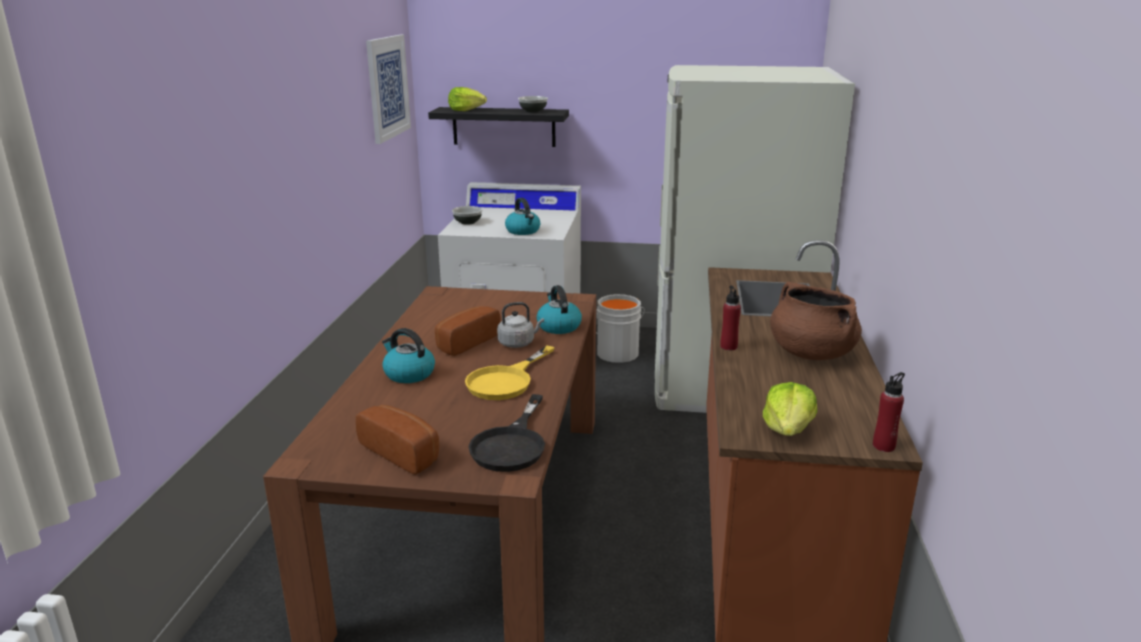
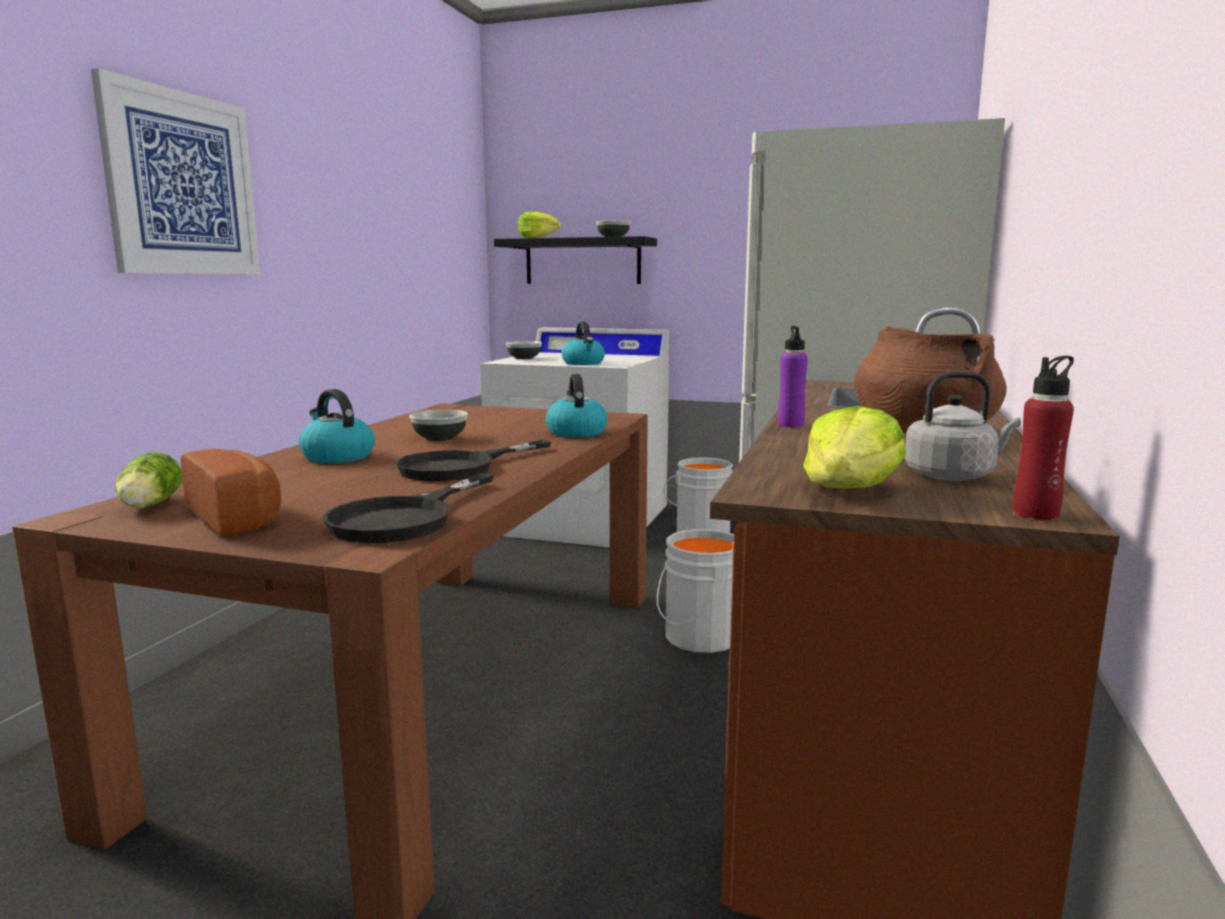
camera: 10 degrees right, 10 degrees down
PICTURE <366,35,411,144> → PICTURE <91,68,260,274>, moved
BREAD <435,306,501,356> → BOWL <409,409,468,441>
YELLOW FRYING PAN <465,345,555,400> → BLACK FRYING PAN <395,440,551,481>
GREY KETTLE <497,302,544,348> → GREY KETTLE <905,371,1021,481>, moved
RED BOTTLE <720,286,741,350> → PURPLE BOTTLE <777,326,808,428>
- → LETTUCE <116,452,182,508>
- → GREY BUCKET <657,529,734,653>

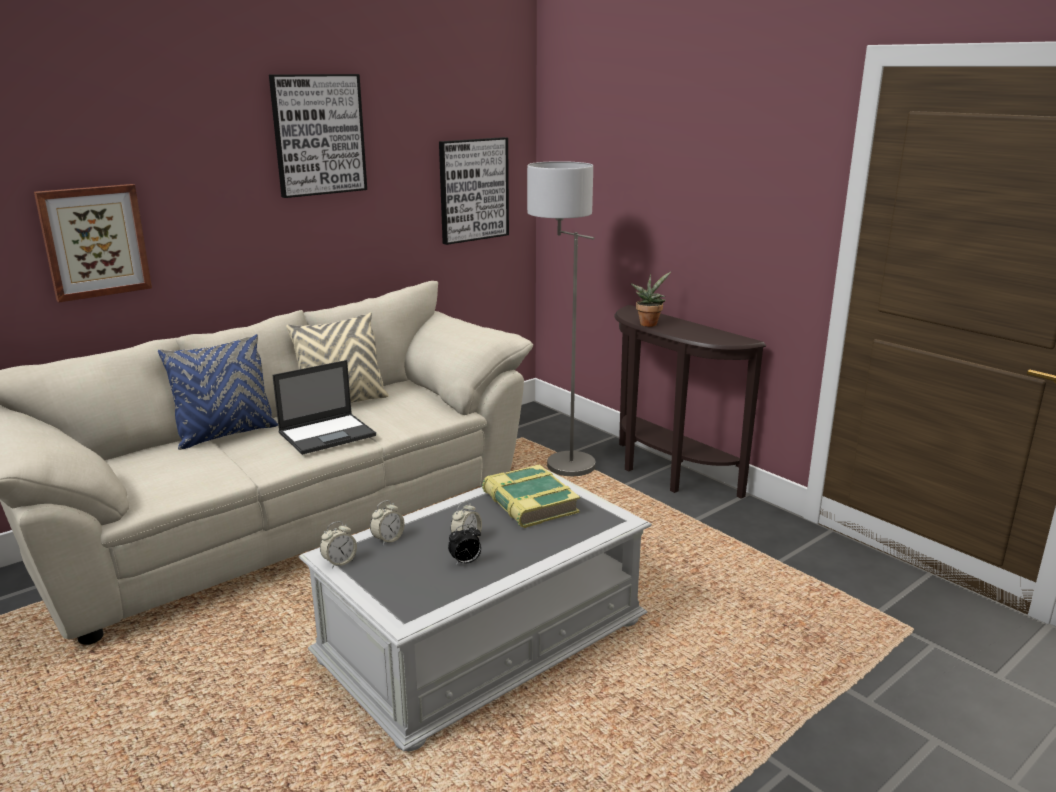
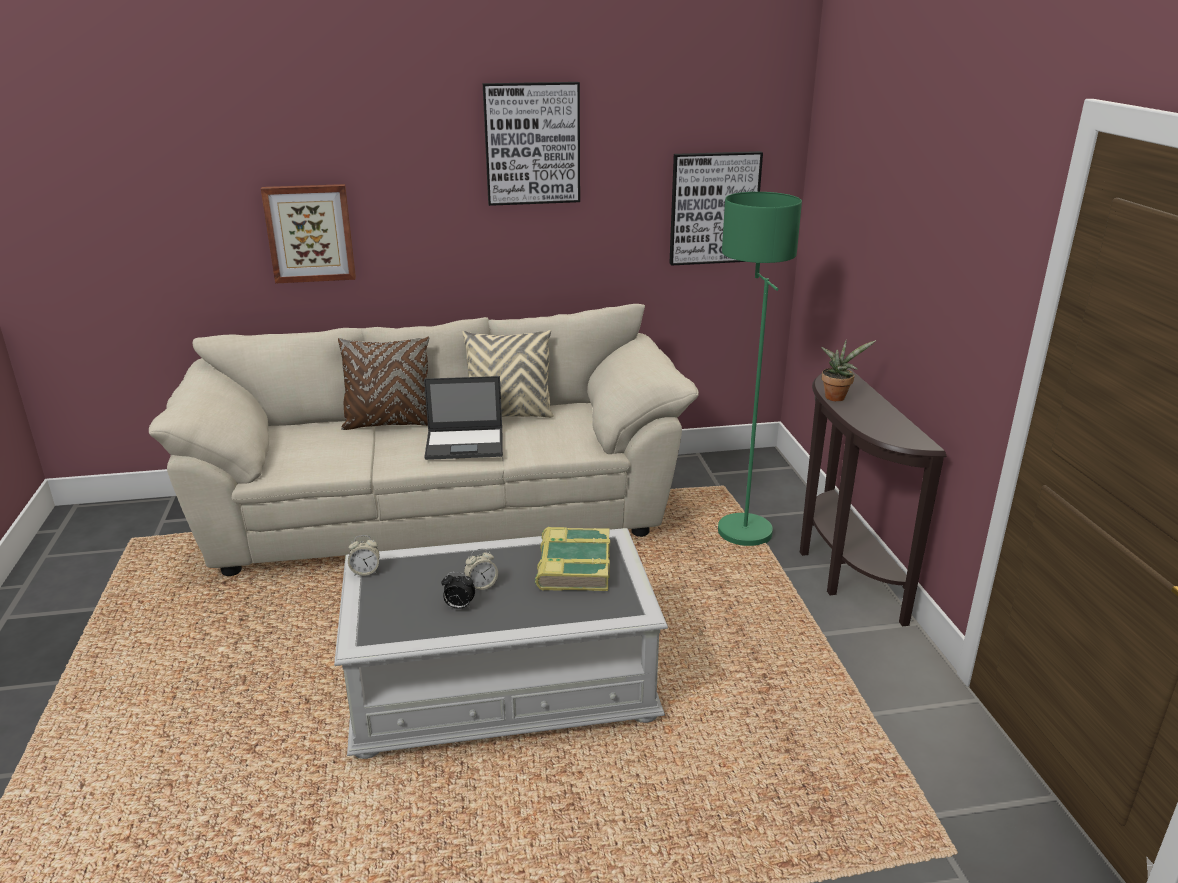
camera: 30 degrees right, 5 degrees up
BLUE PILLOW <158,334,278,450> → BROWN PILLOW <338,337,429,430>
ALARM CLOCK <370,500,405,545> → -
GREY FLOOR LAMP <527,161,596,476> → GREEN FLOOR LAMP <718,192,802,546>

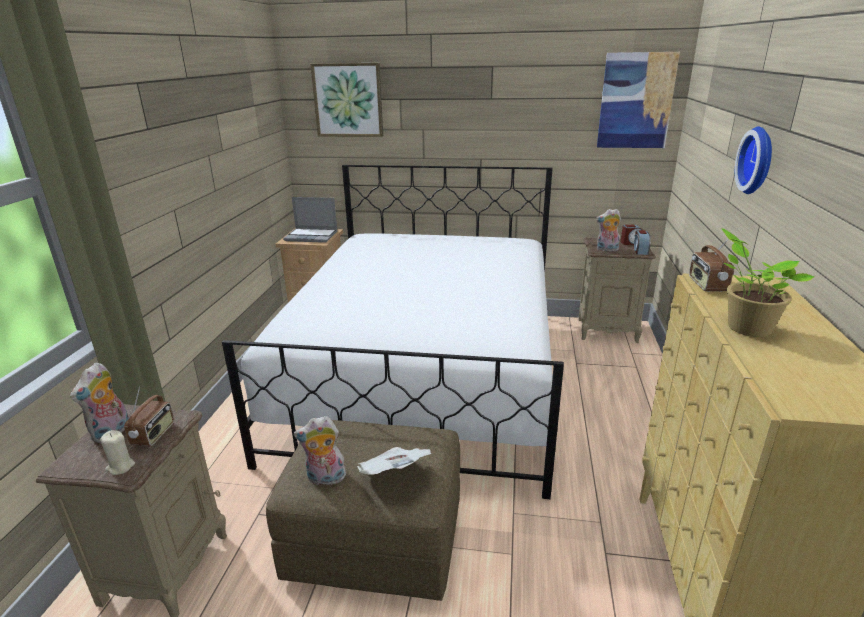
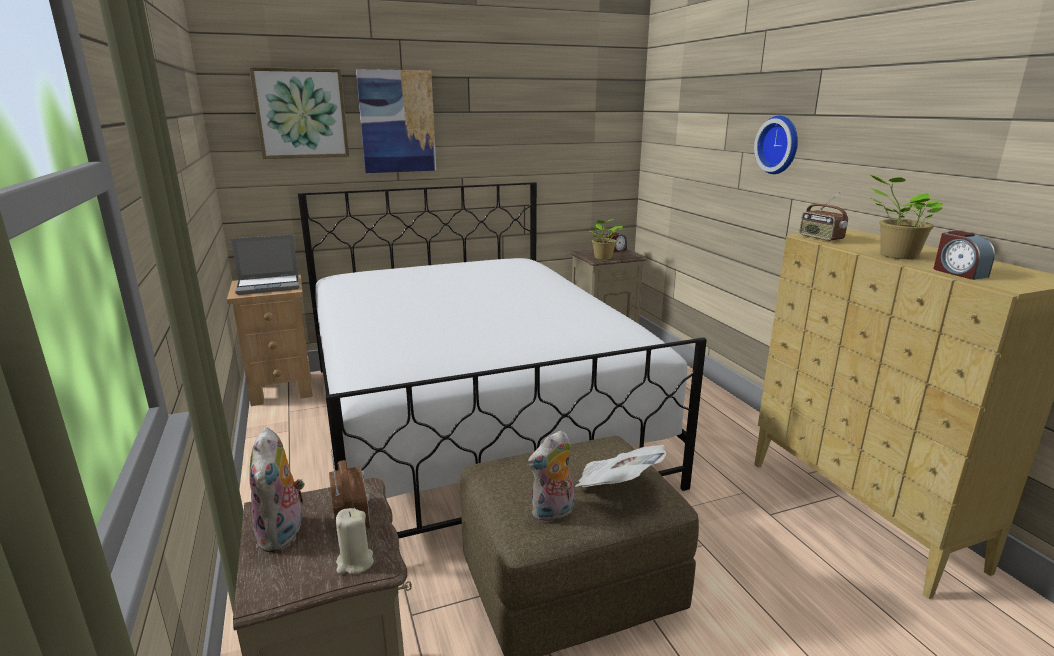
camera: 30 degrees left, 5 degrees down
PLUSH TOY <596,209,621,252> → POTTED PLANT <590,218,624,260>
PICTURE <597,52,680,148> → PICTURE <356,69,436,173>, moved
ALARM CLOCK <633,230,651,255> → ALARM CLOCK <934,231,995,280>, moved

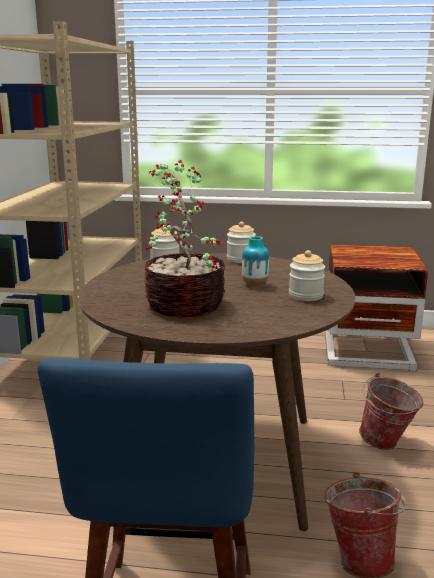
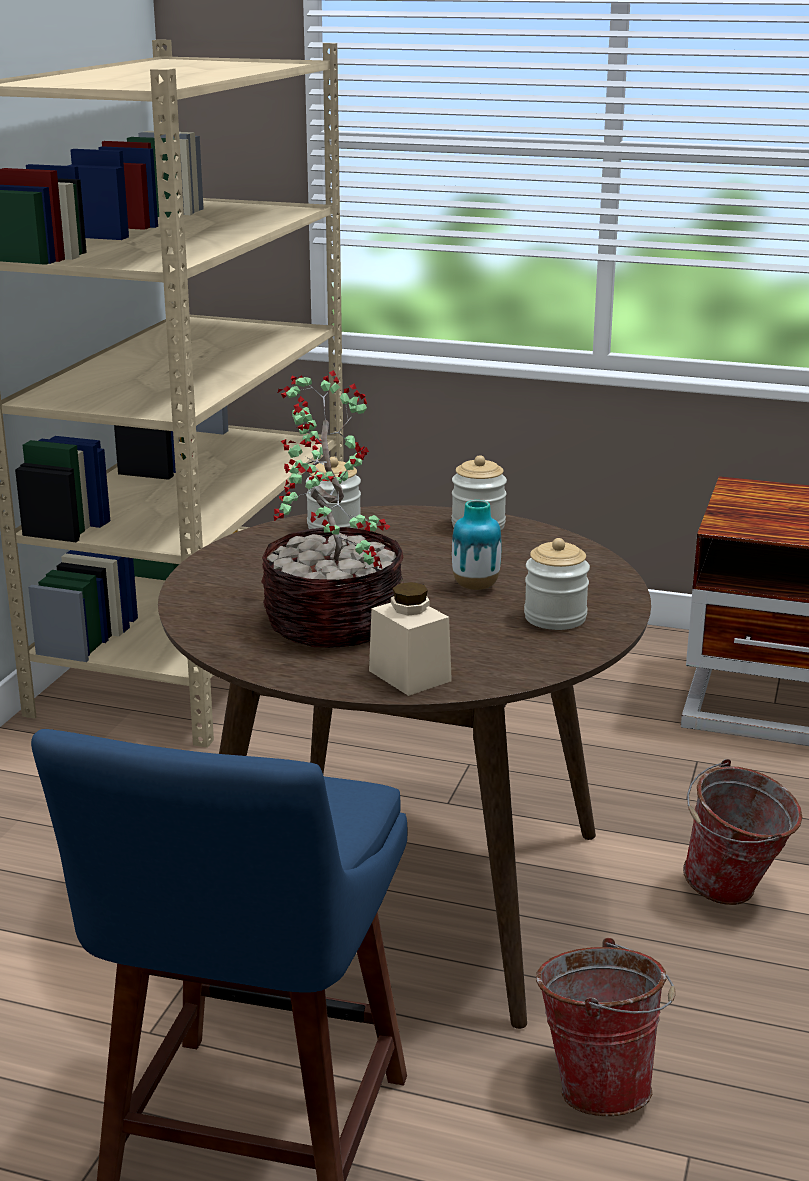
camera: 10 degrees right, 5 degrees up
- → BEIGE JAR <369,582,452,696>

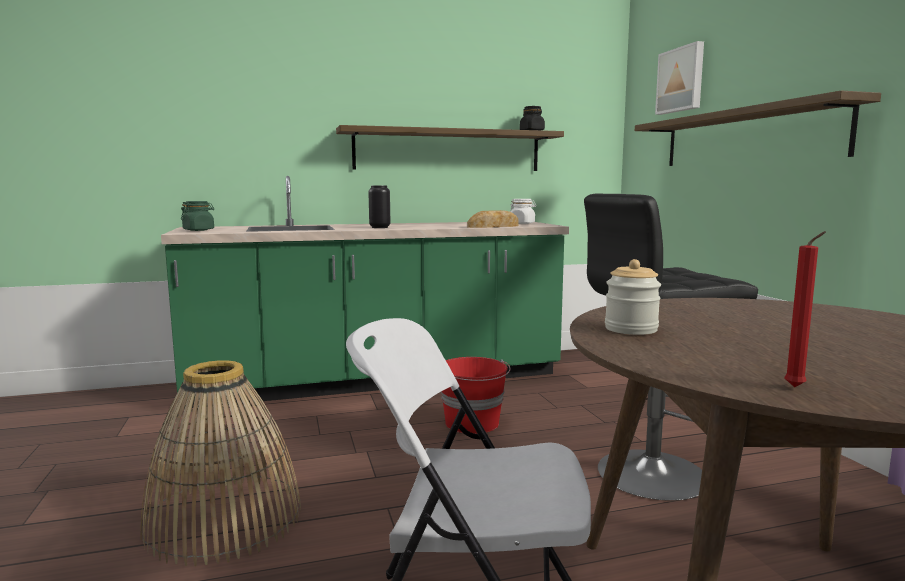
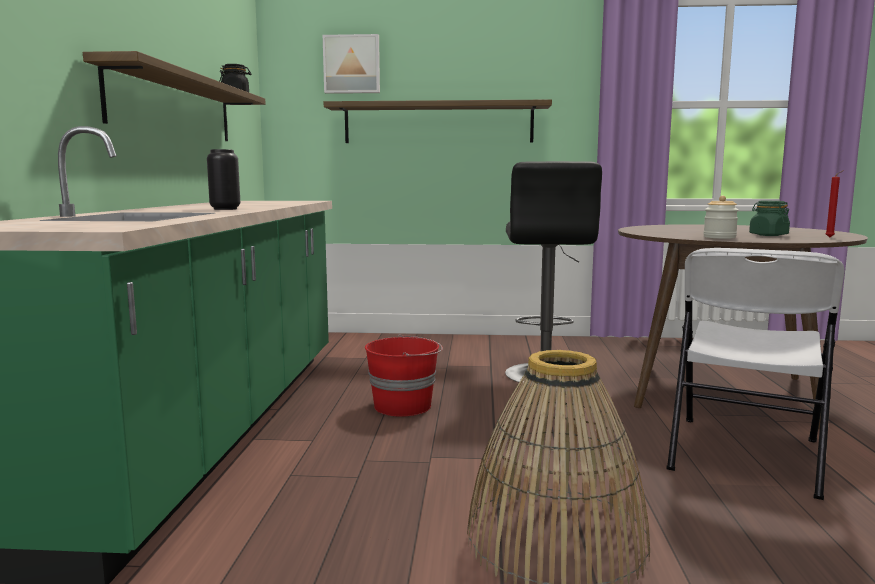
camera: 70 degrees left, 0 degrees up
GREEN JAR <181,201,214,231> → GREEN JAR <749,201,790,236>, moved
BREAD <467,210,519,228> → -
WHITE JAR <510,199,536,224> → -

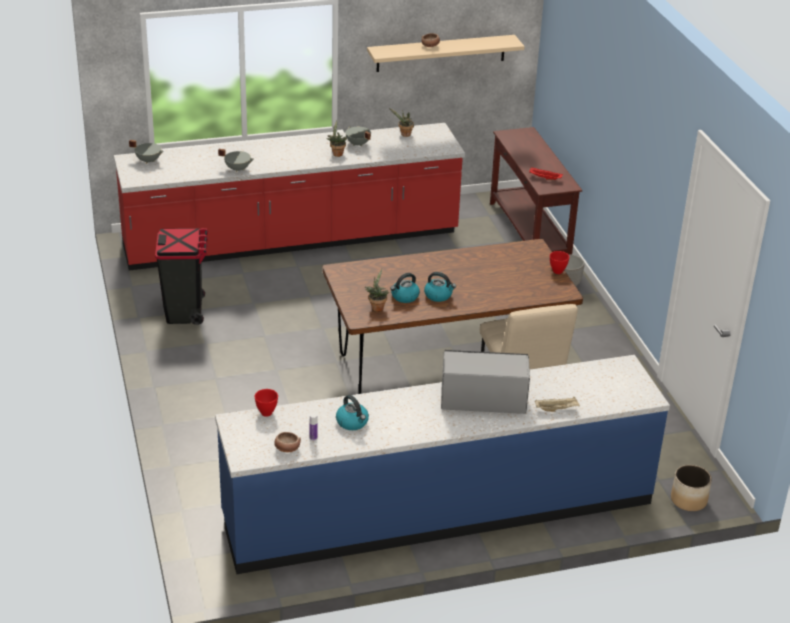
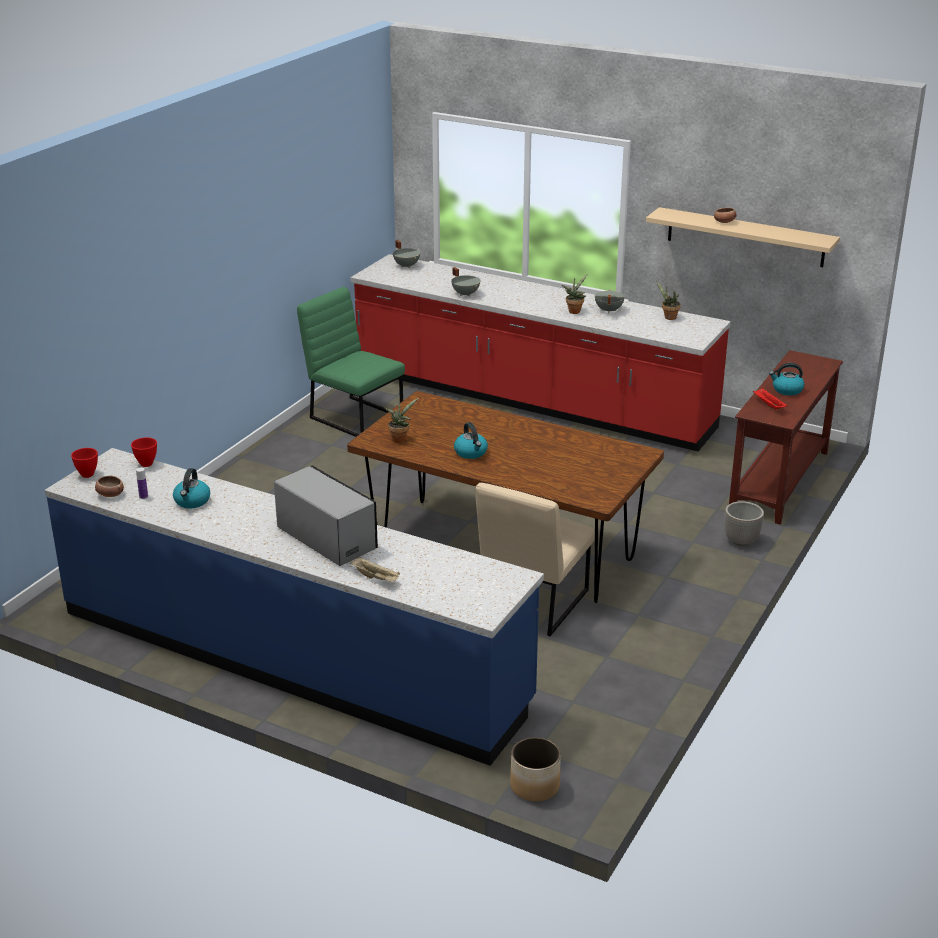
camera: 45 degrees right, 5 degrees down
BLACK TRASH CAN <155,228,208,325> → GREEN CHAIR <297,287,405,437>
KETTLE <391,273,420,303> → KETTLE <769,363,804,395>, moved
RED BOWL <550,251,570,274> → RED BOWL <71,448,98,478>, moved

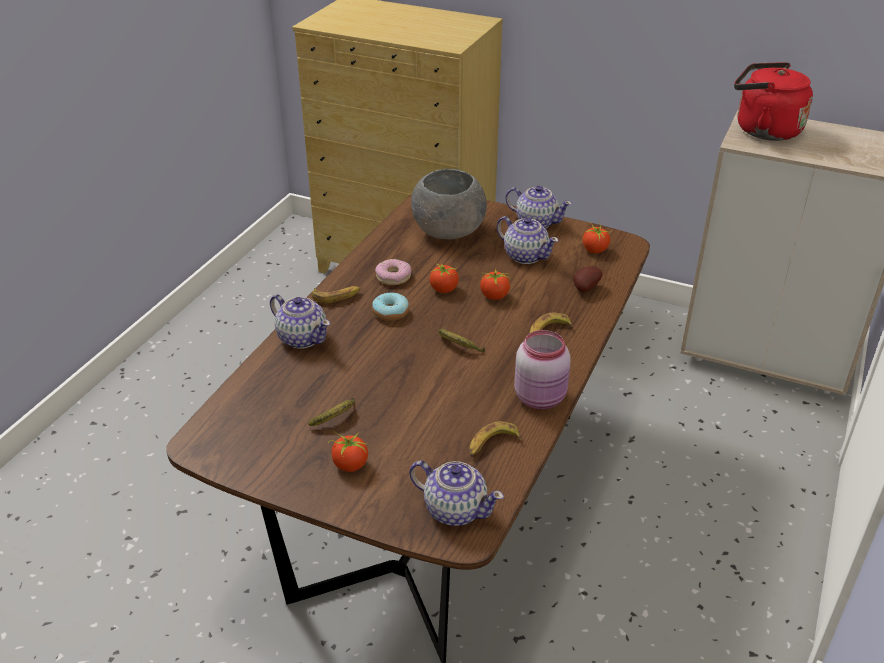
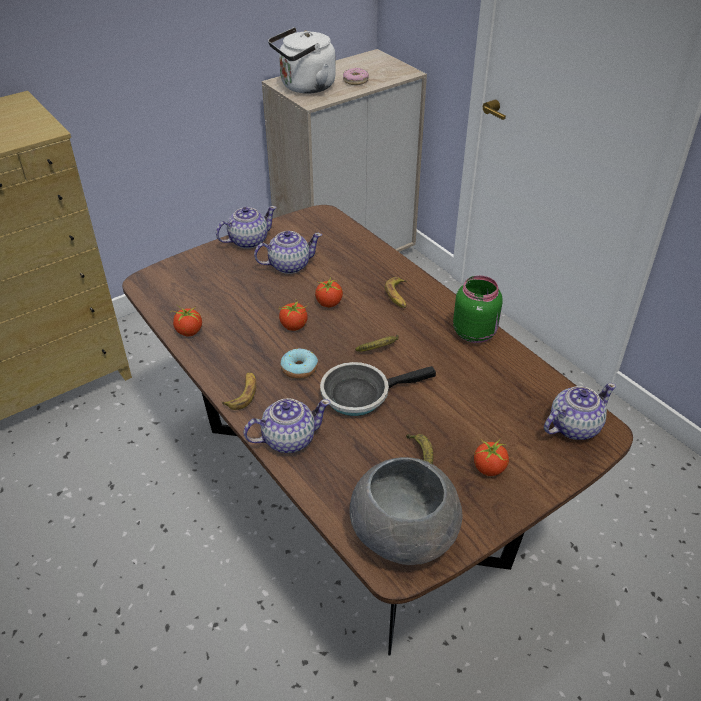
camera: 60 degrees left, 5 degrees up
DONUT <375,259,411,285> → DONUT <343,68,369,85>, moved
GREY BOWL <411,169,487,240> → GREY BOWL <349,457,463,565>, moved
BANANA <469,421,521,456> → -
PINK JAR <514,330,571,409> → GREEN JAR <453,276,503,343>
POTATO <573,266,603,292> → -
TOMATO <583,221,610,253> → TOMATO <170,304,202,336>, moved
RED KETTLE <734,62,813,141> → WHITE KETTLE <268,27,336,94>
- → FRYING PAN <320,362,436,416>

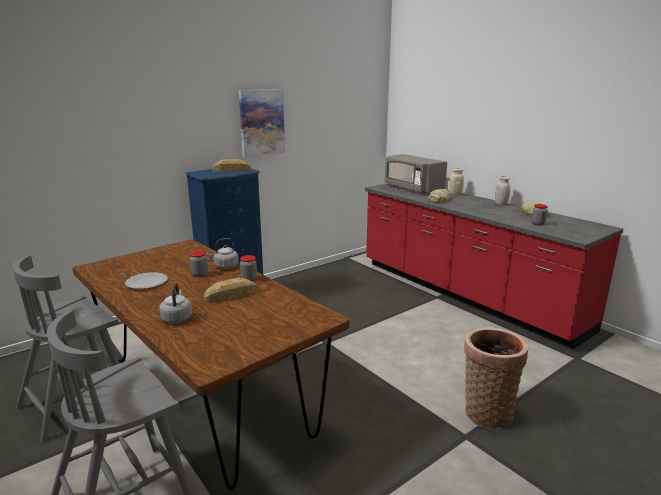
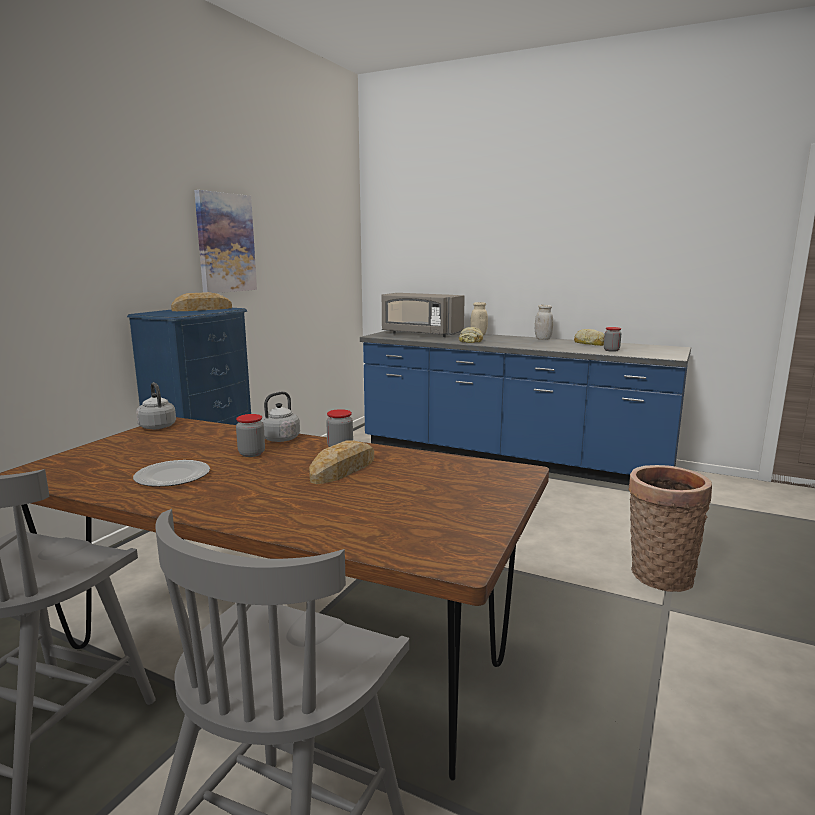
camera: 25 degrees left, 5 degrees down
GREY KETTLE <159,283,192,323> → GREY KETTLE <136,382,176,429>, moved
RED COUNTER <365,183,623,350> → BLUE COUNTER <360,330,691,485>

